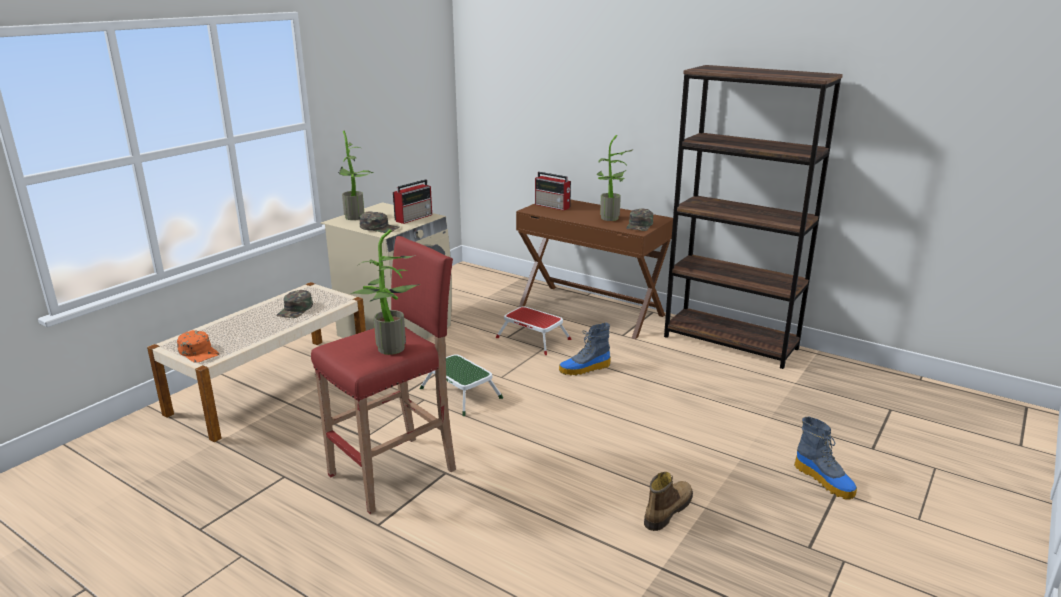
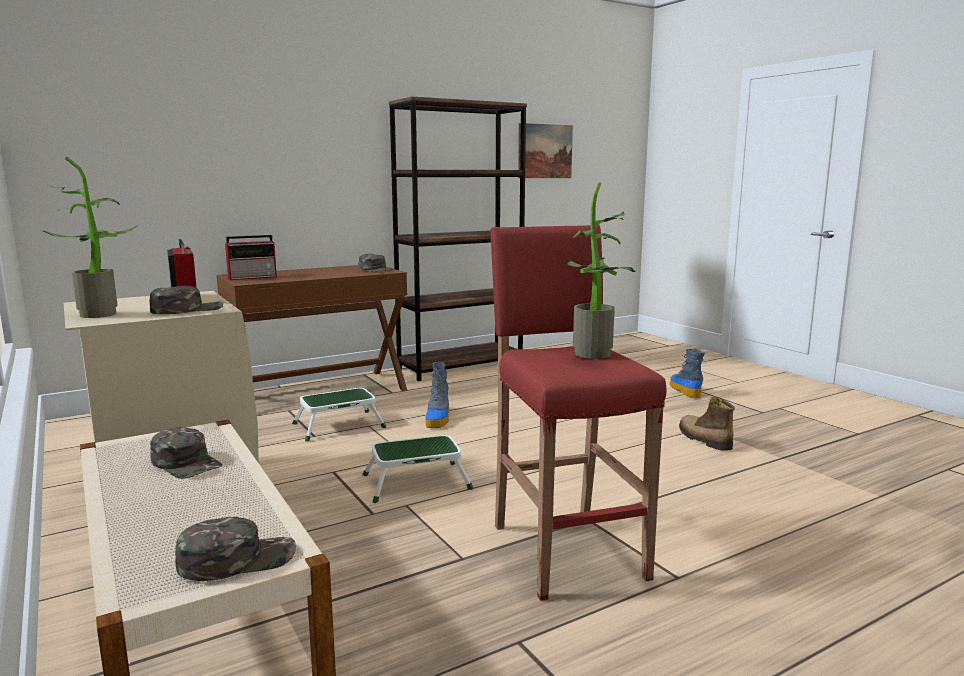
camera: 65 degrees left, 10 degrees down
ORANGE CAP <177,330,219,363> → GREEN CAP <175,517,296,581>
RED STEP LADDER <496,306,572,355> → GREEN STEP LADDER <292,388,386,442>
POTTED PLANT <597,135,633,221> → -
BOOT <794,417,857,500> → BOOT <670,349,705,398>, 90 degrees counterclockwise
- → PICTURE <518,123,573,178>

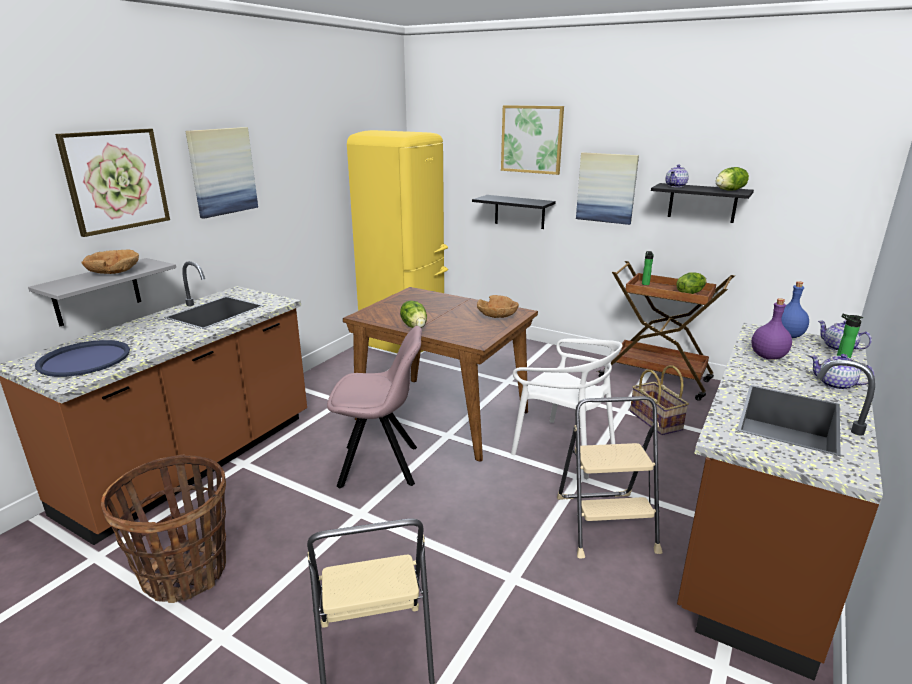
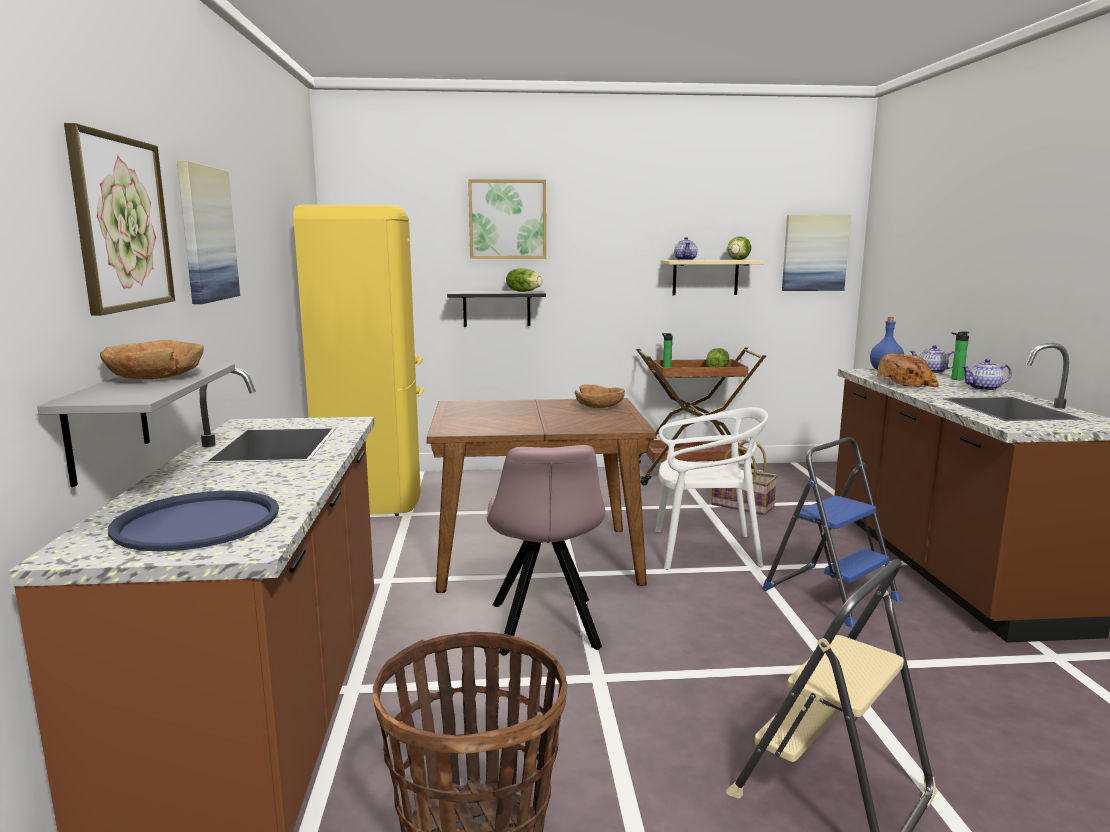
camera: 35 degrees left, 10 degrees down
PINK CHAIR <327,326,422,489> → PINK CHAIR <487,445,605,655>, 120 degrees clockwise
LETTUCE <400,301,427,328> → LETTUCE <506,268,543,292>, moved
BEIGE STEP LADDER <557,396,663,559> → BLUE STEP LADDER <762,437,902,628>
PICTURE <576,152,639,225> → PICTURE <782,215,851,291>, moved
BLACK SHELF <651,183,754,223> → BEIGE SHELF <661,260,765,295>
PURPLE BOTTLE <751,298,792,360> → BREAD <877,353,939,387>

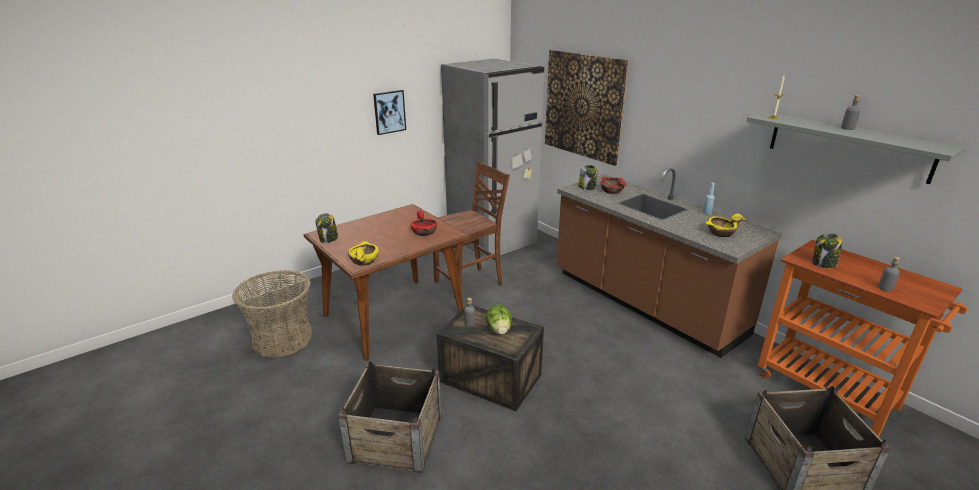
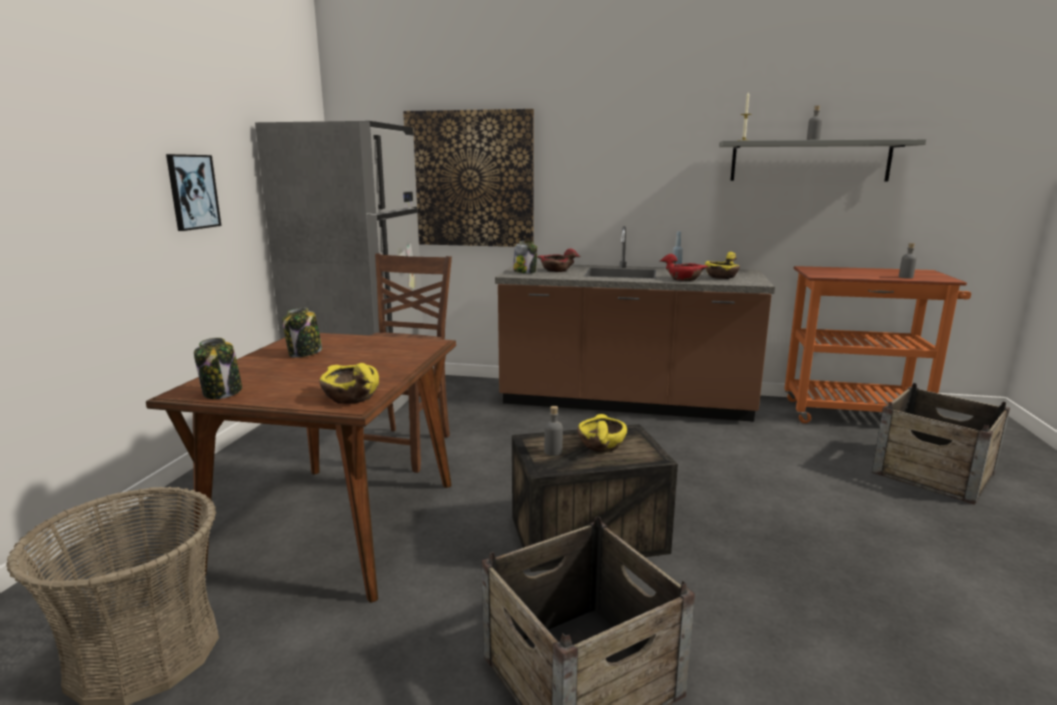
camera: 40 degrees left, 10 degrees down
RED BOWL <411,210,437,236> → RED BOWL <660,254,708,281>, moved
LETTUCE <486,304,512,335> → YELLOW BOWL <577,414,627,452>
JAR <812,233,842,268> → JAR <282,308,322,358>, moved

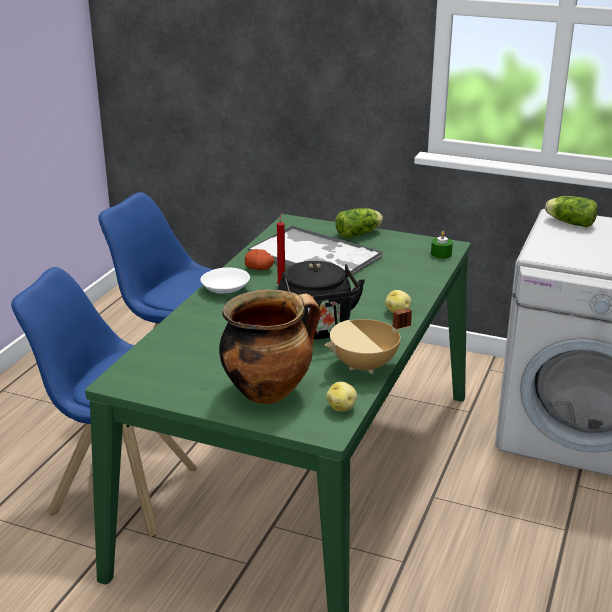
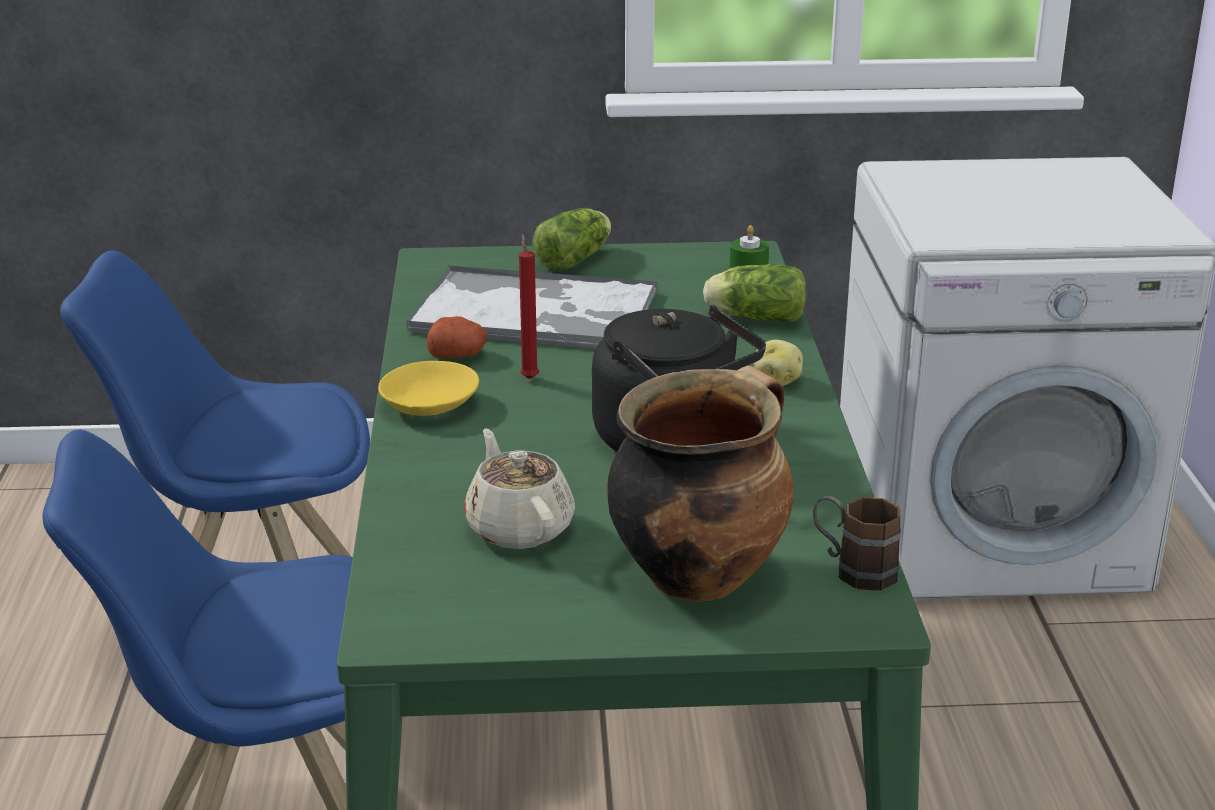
camera: 25 degrees left, 0 degrees up
WHITE BOWL <200,267,250,293> → YELLOW BOWL <378,361,479,416>
BEIGE COOKING POT <325,308,412,374> → -
POTATO <326,382,357,412> → BROWN MUG <813,496,901,591>
LETTUCE <545,196,598,227> → LETTUCE <703,264,807,322>, moved
- → BEIGE TEAPOT <464,428,575,549>

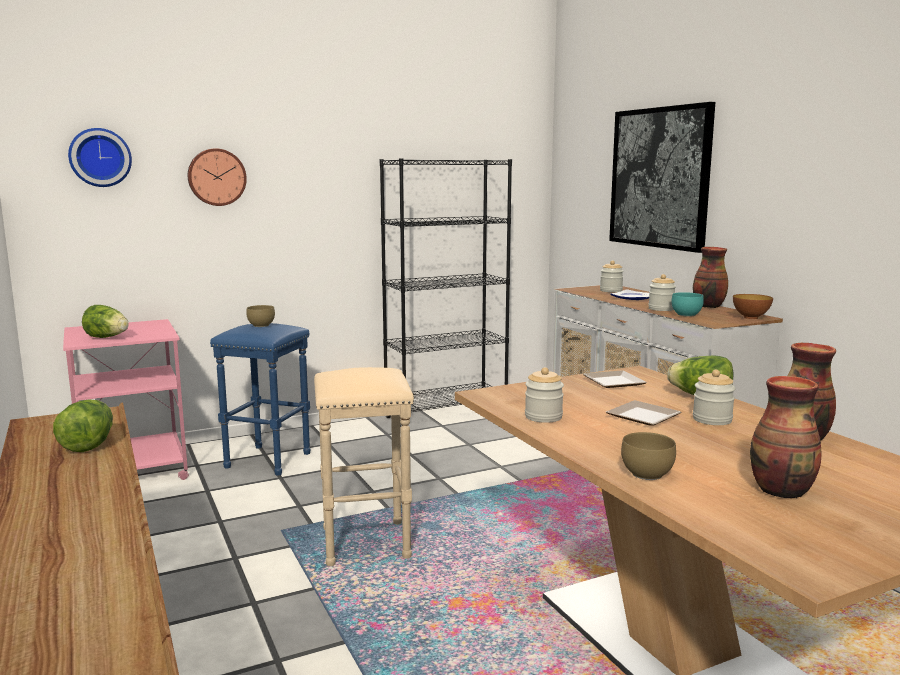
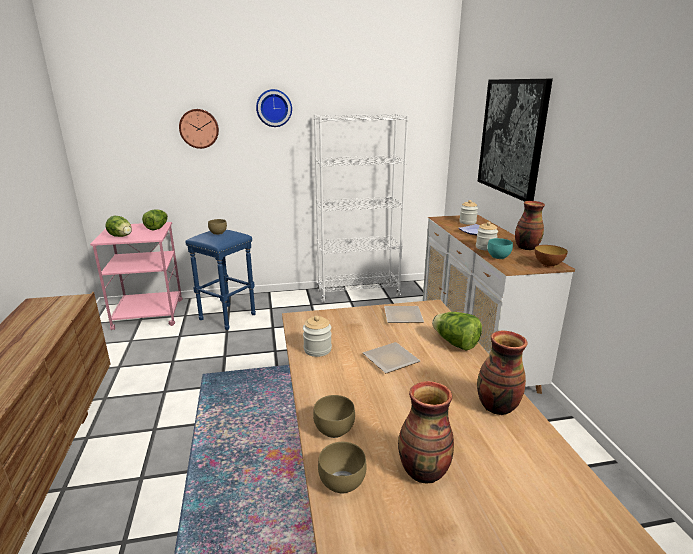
camera: 15 degrees right, 10 degrees up
LETTUCE <53,400,113,452> → LETTUCE <142,209,168,230>, moved
WALL CLOCK <68,128,132,187> → WALL CLOCK <256,89,292,127>, moved
BEIGE STOOL <314,367,414,566> → -
BLACK BOOKCASE <380,158,512,427> → WHITE BOOKCASE <314,113,409,303>
JAR <693,369,736,425> → -
- → BROWN BOWL <318,442,367,493>

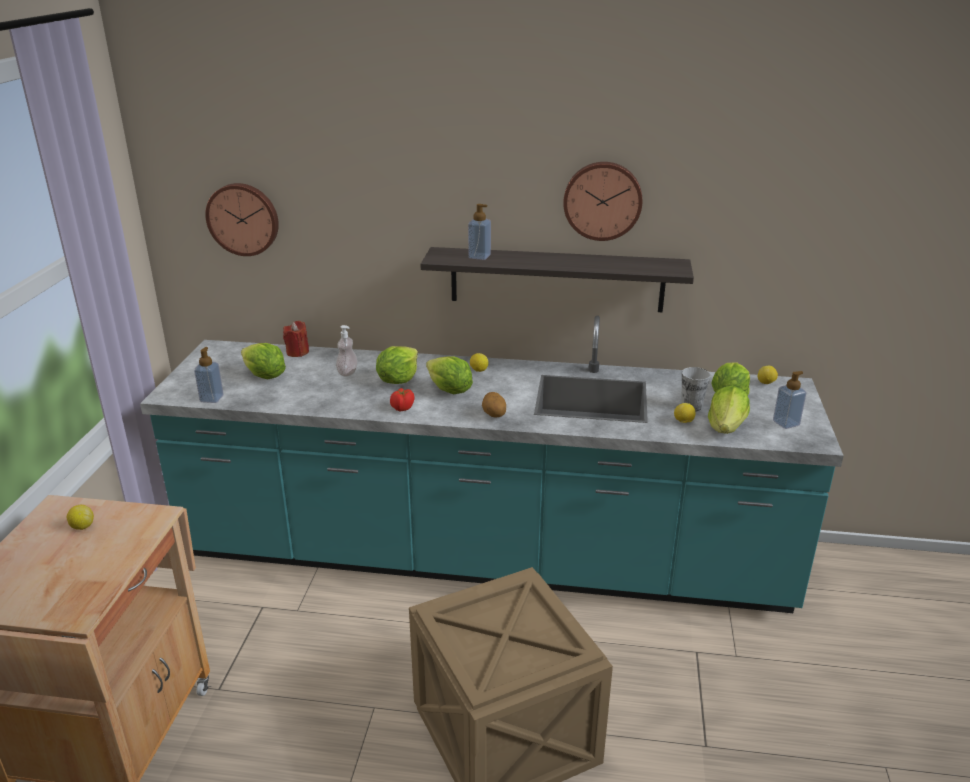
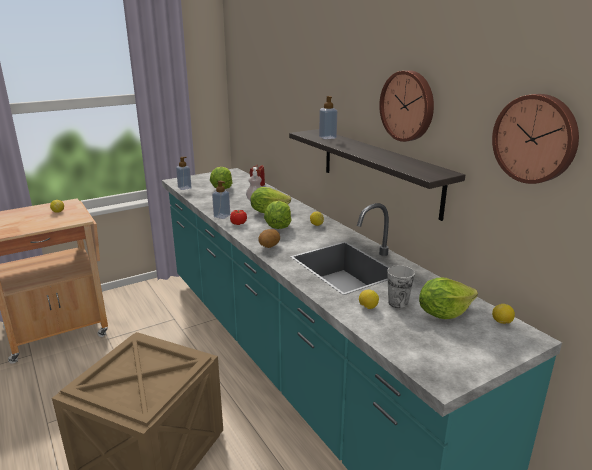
camera: 50 degrees right, 5 degrees down
WALL CLOCK <205,183,279,256> → WALL CLOCK <492,94,579,184>, moved
LETTUCE <708,386,750,434> → -
SOAP DISPENSER <773,371,806,429> → SOAP DISPENSER <212,181,230,219>, moved

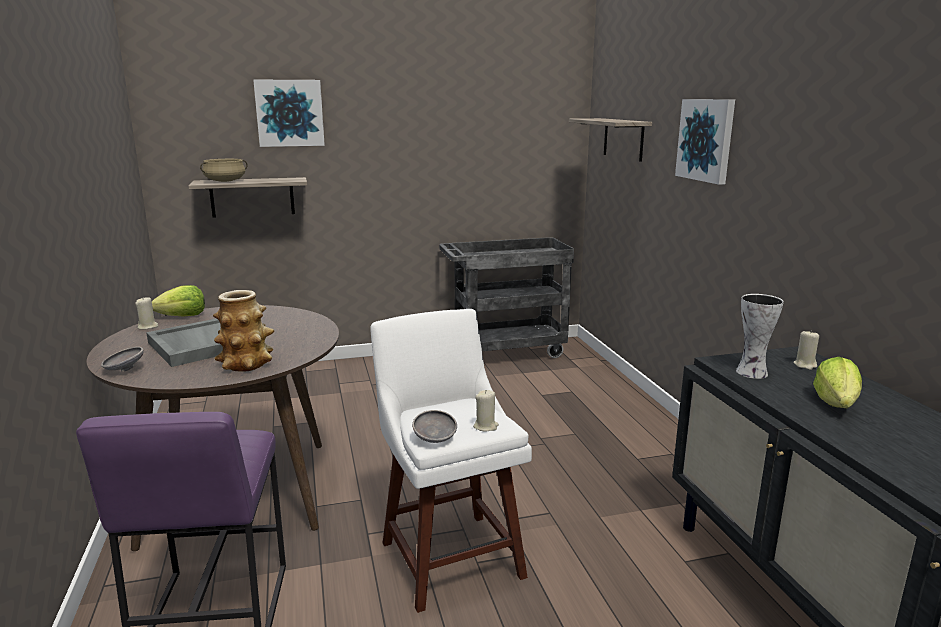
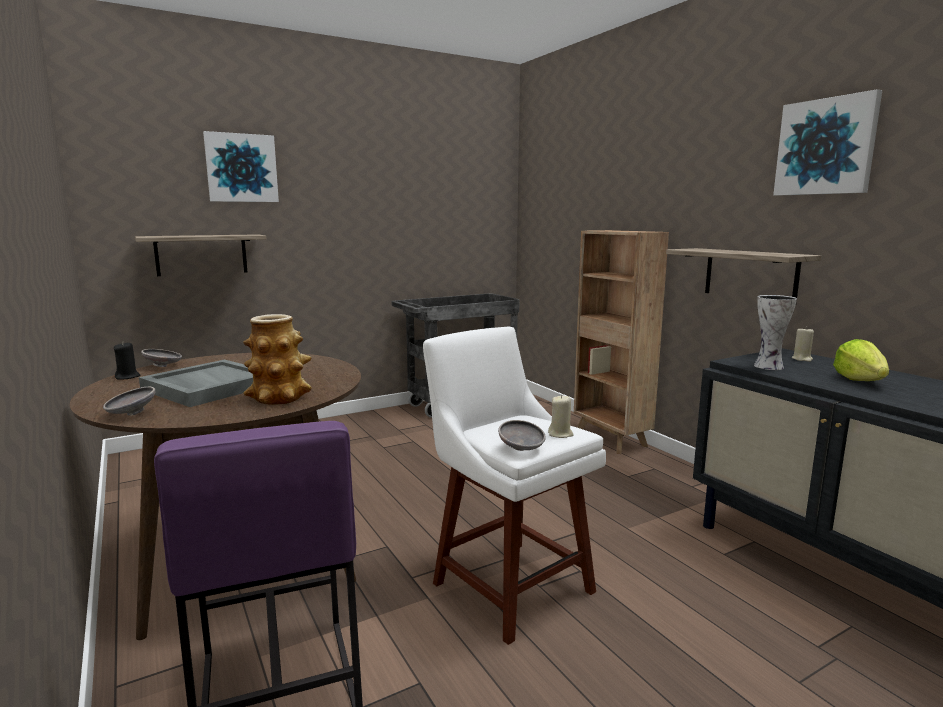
camera: 15 degrees left, 5 degrees down
BEIGE CANDLE <135,297,158,329> → BLACK CANDLE <114,342,140,380>
LETTUCE <152,285,205,317> → GREY BOWL <141,349,182,367>
BEIGE COOKING POT <200,159,248,182> → -
SHELF <569,118,652,162> → SHELF <666,248,821,302>, moved
PICTURE <675,99,735,185> → PICTURE <773,89,882,196>, moved
- → BROWN BOOKCASE <574,230,669,454>

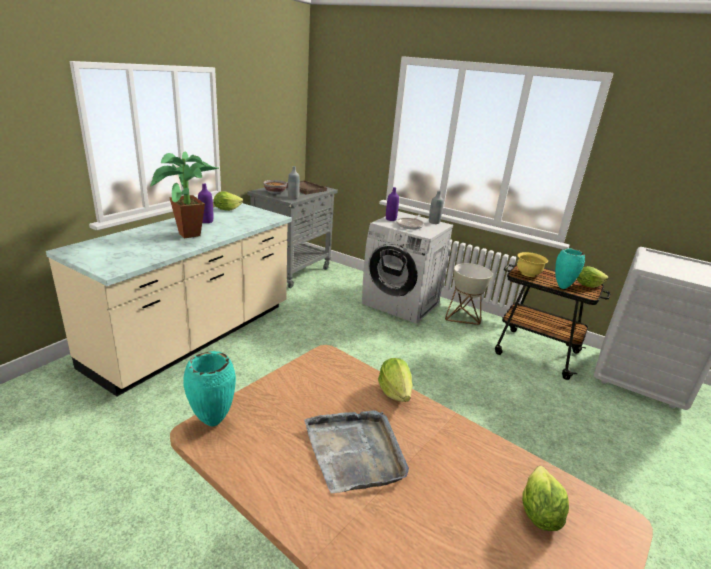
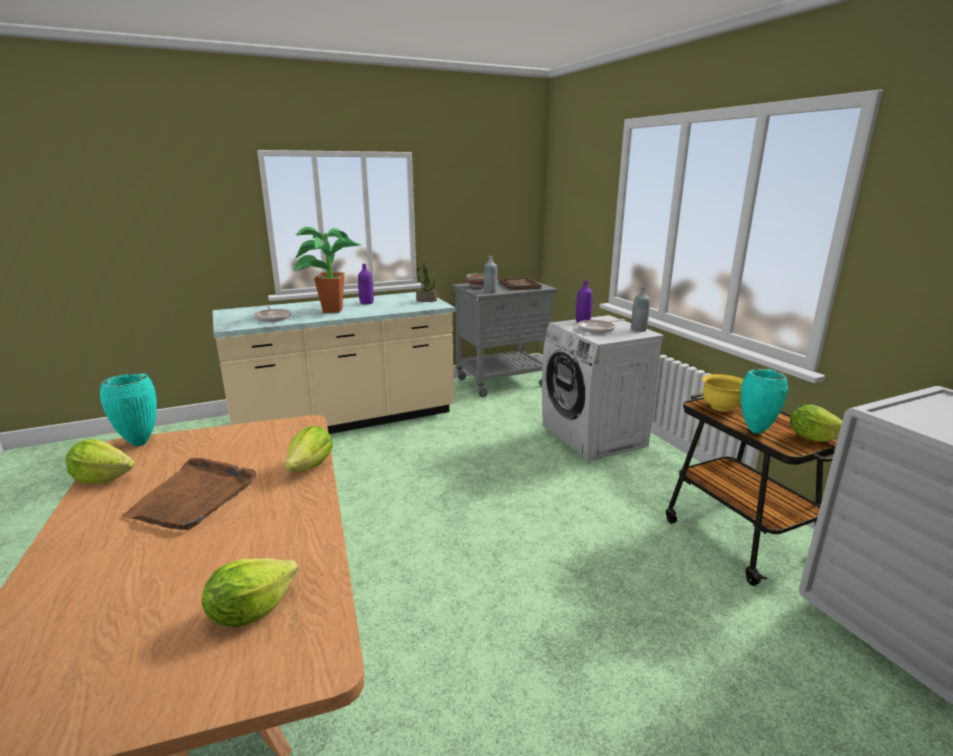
camera: 35 degrees right, 5 degrees down
LETTUCE <214,191,243,211> → LETTUCE <65,439,135,484>, moved
GREY TRAY <305,410,409,493> → BROWN TRAY <121,458,257,530>
PLANTER <445,263,493,325> → -
- → FRYING PAN <253,305,291,322>
- → POTTED PLANT <416,262,437,302>

